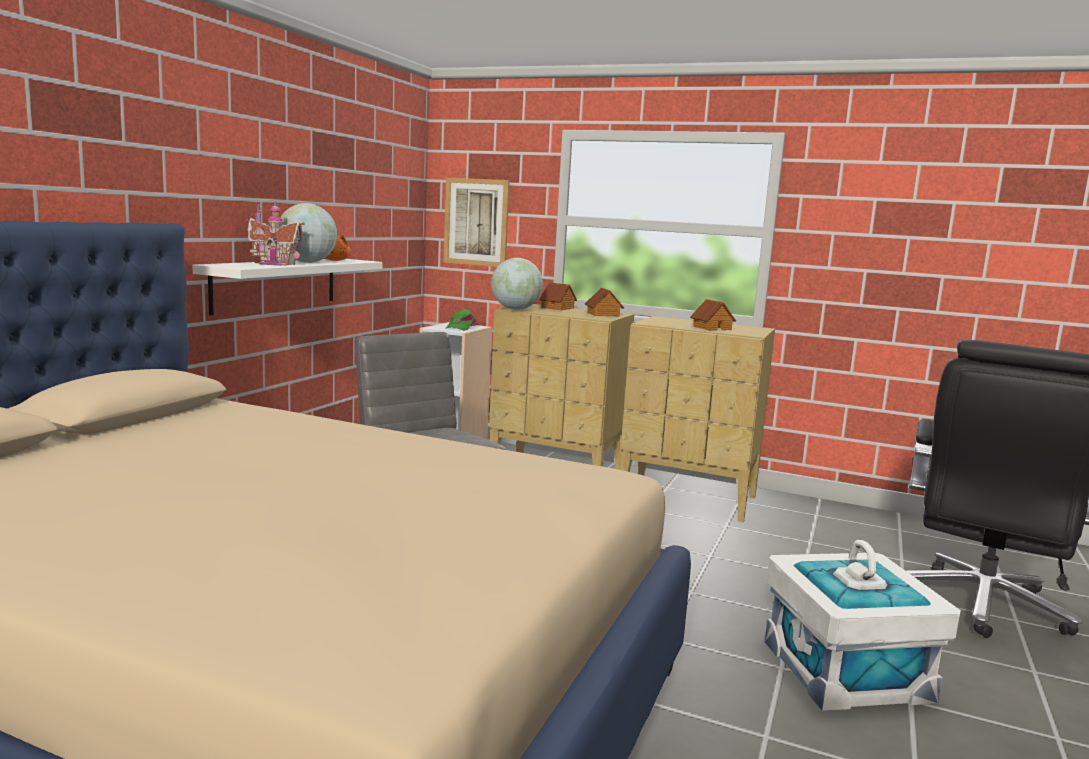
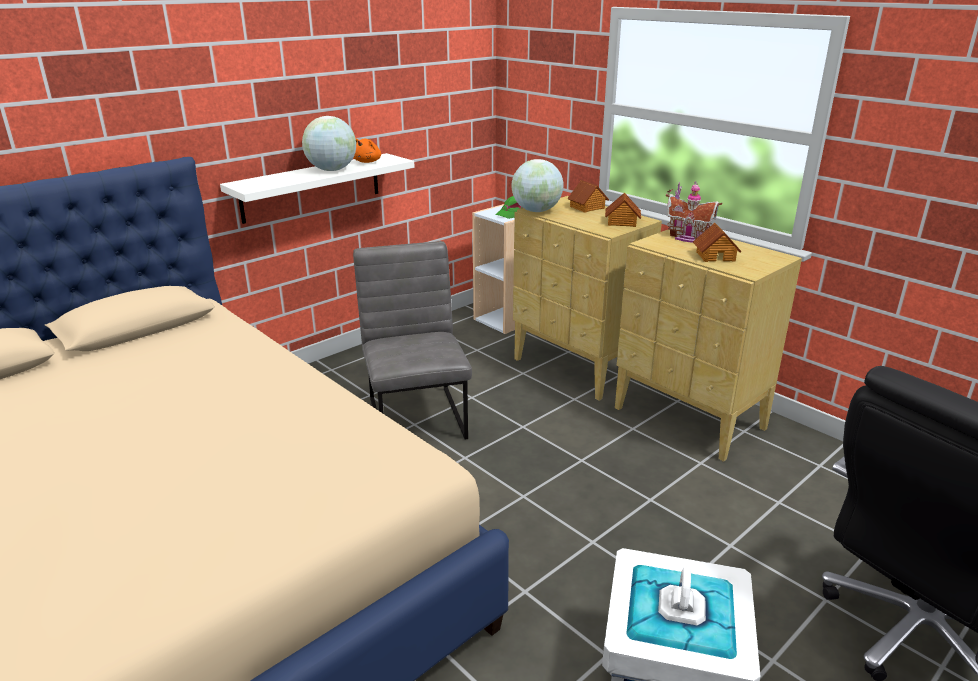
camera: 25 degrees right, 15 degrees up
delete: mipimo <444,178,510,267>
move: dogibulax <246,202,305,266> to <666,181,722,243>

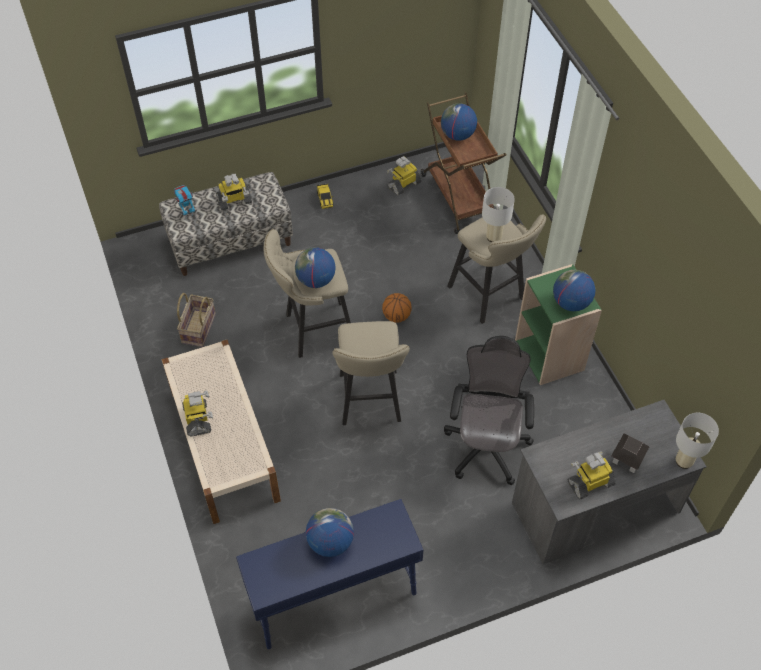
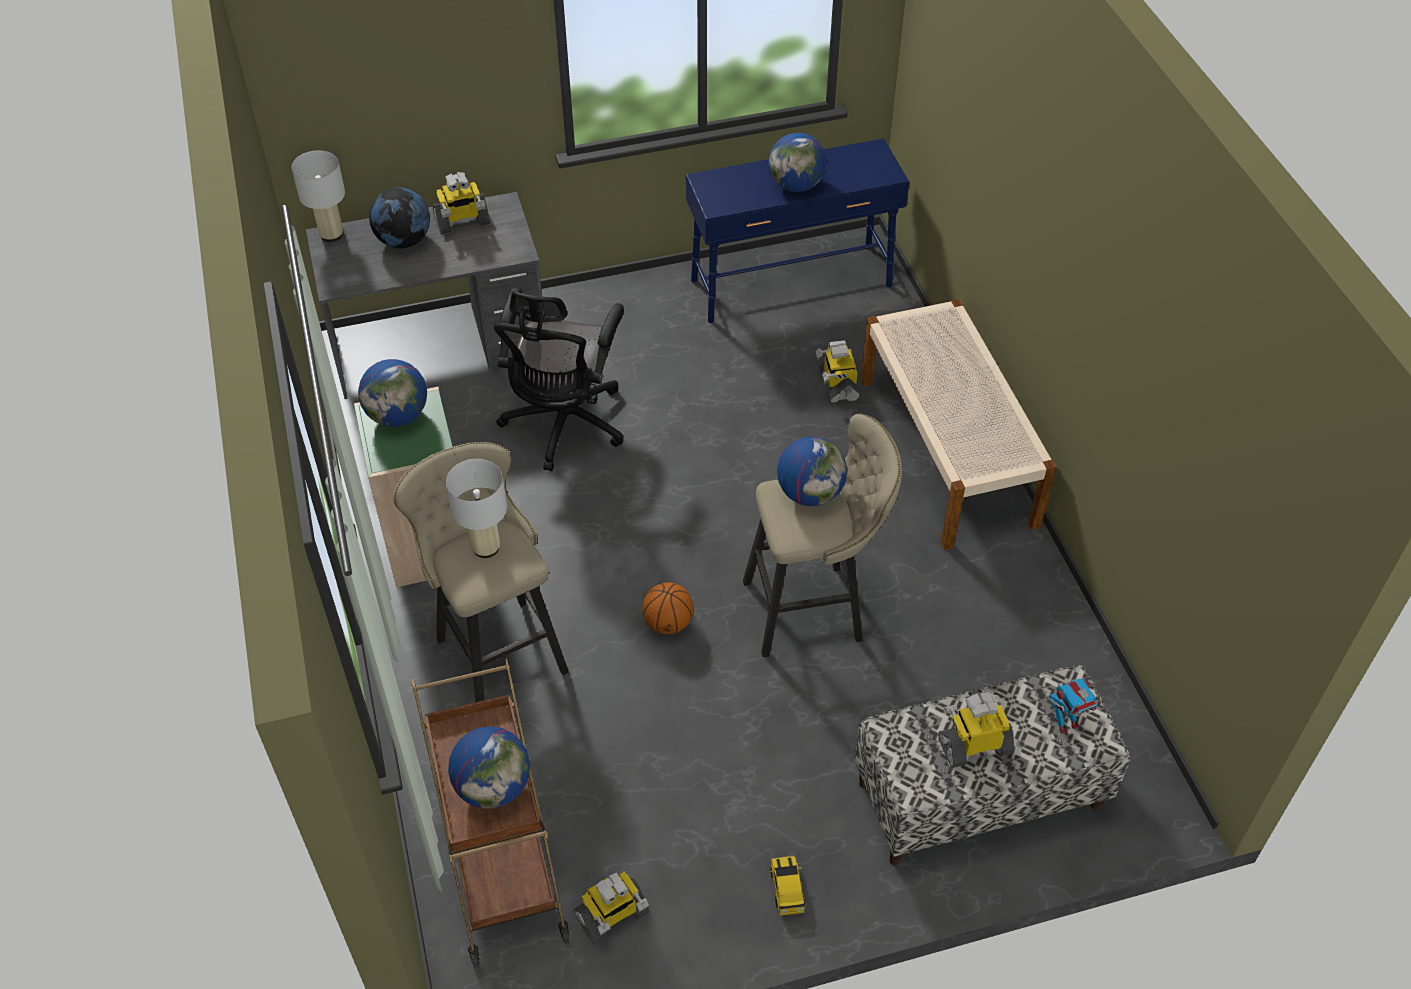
camera: 175 degrees left, 5 degrees down
delete: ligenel <177,293,216,347>; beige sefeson <333,321,410,425>
move: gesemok <182,390,213,436> to <815,340,861,404>
replace: dogibulax <611,434,649,473> to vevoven <369,187,430,248>

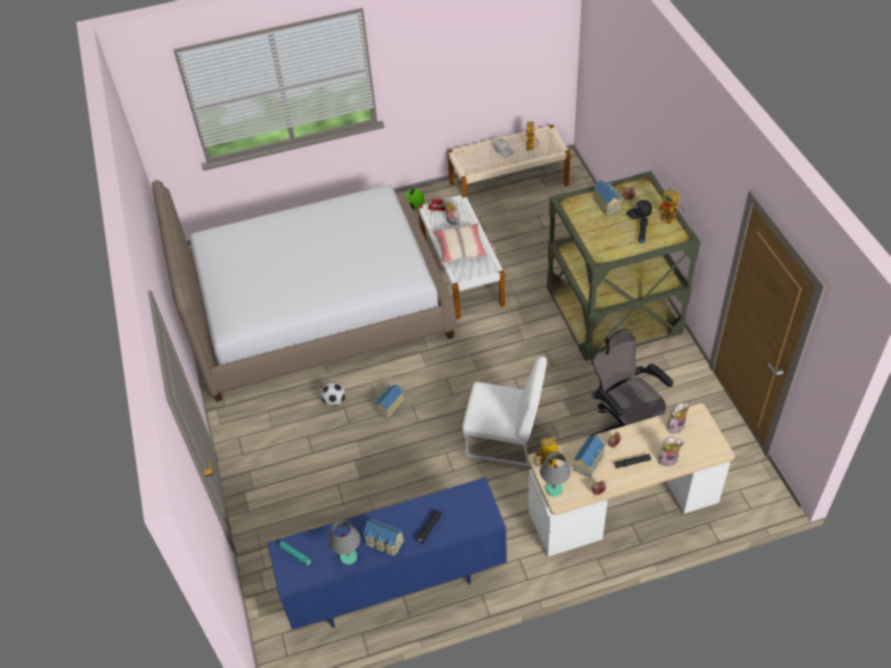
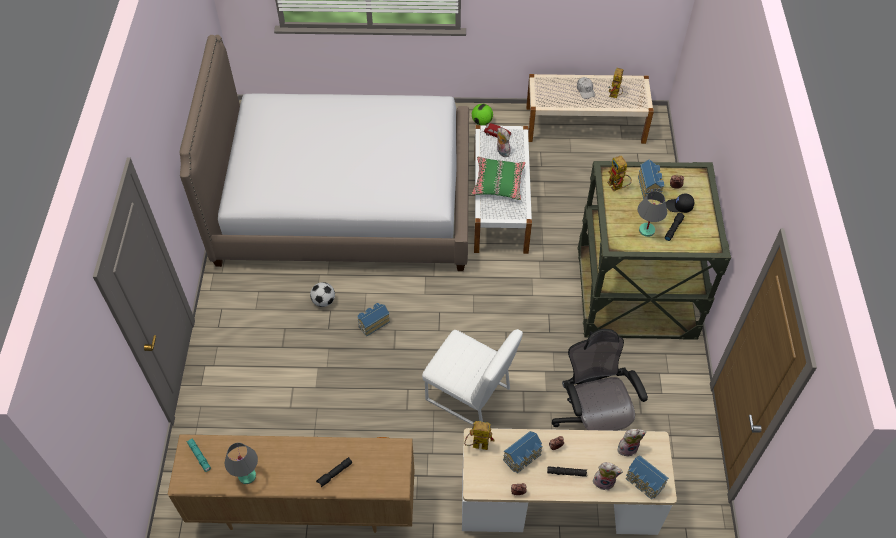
camera: 15 degrees right, 5 degrees up
move: dogibulax <364,519,404,557> to <626,455,669,499>; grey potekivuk <540,452,571,497> to <638,191,667,237>; gesemok <659,189,685,224> to <607,156,632,191>
recolor: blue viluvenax <267,477,507,630> to brown viluvenax <168,434,414,533>; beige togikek <432,223,488,264> to green togikek <471,157,526,200>

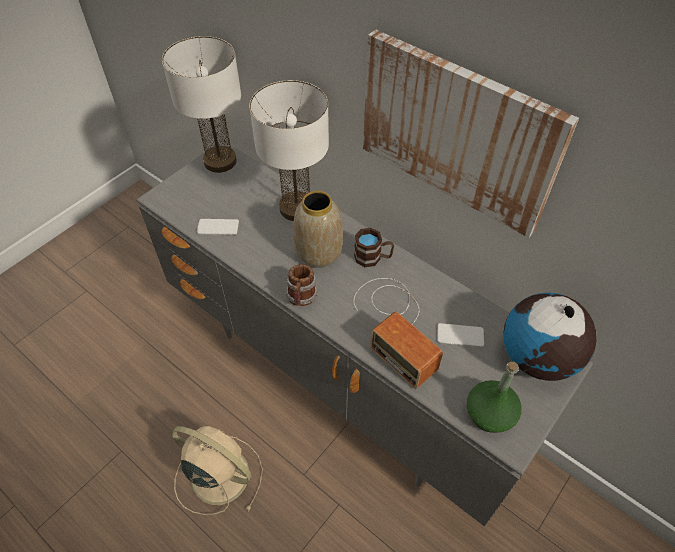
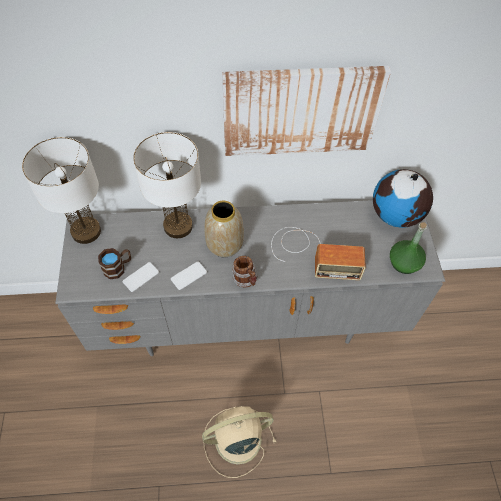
camera: 45 degrees left, 5 degrees up
move: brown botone <354,228,394,267> to <98,248,131,279>; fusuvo <437,323,484,347> to <171,262,207,290>

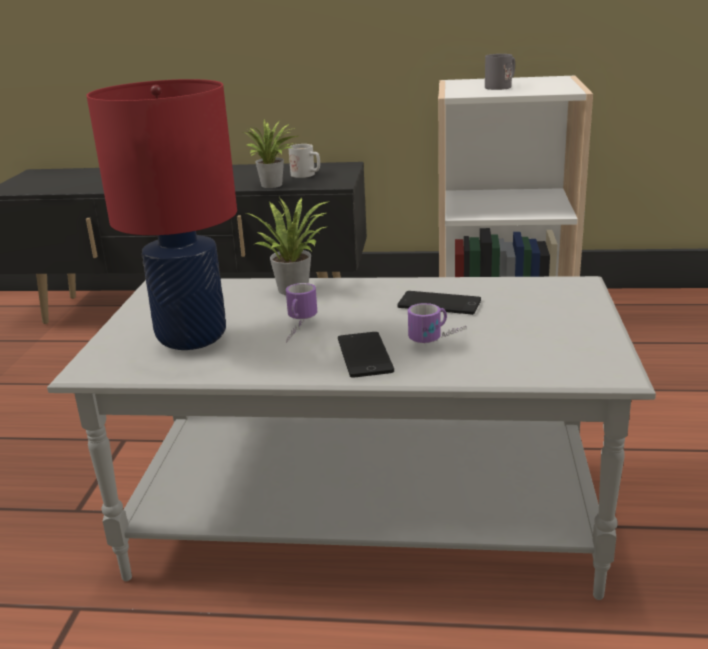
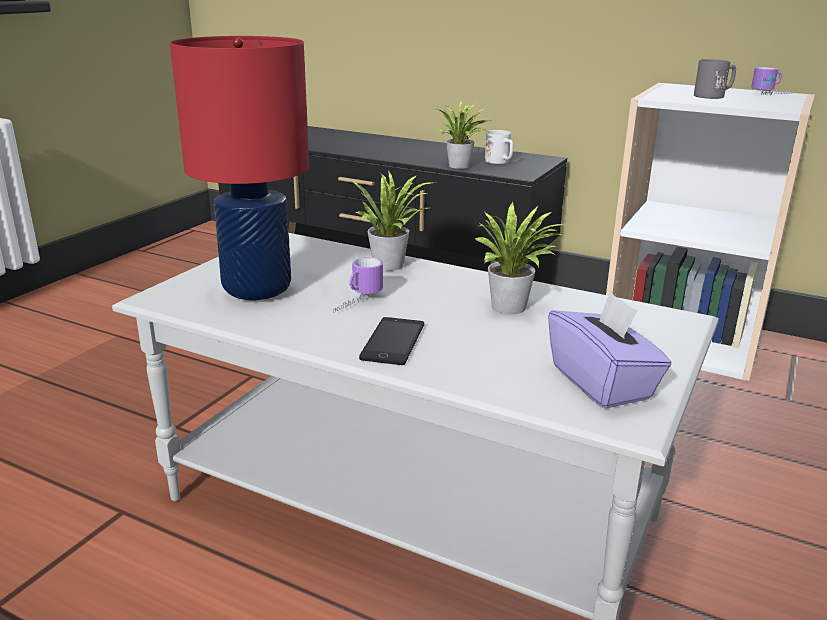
camera: 20 degrees right, 0 degrees up
insert: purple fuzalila <548,291,672,409>
move: botone <408,303,467,344> to <751,67,794,94>
replace: fusuvo <398,291,481,315> to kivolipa <475,201,567,314>

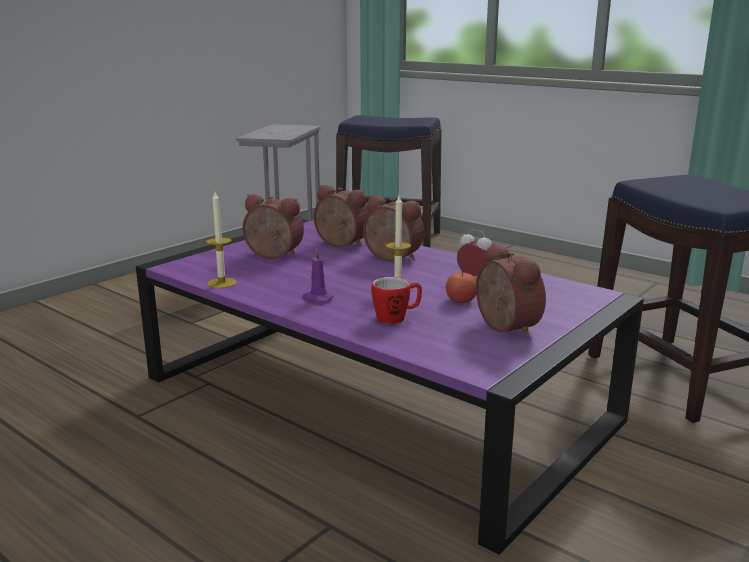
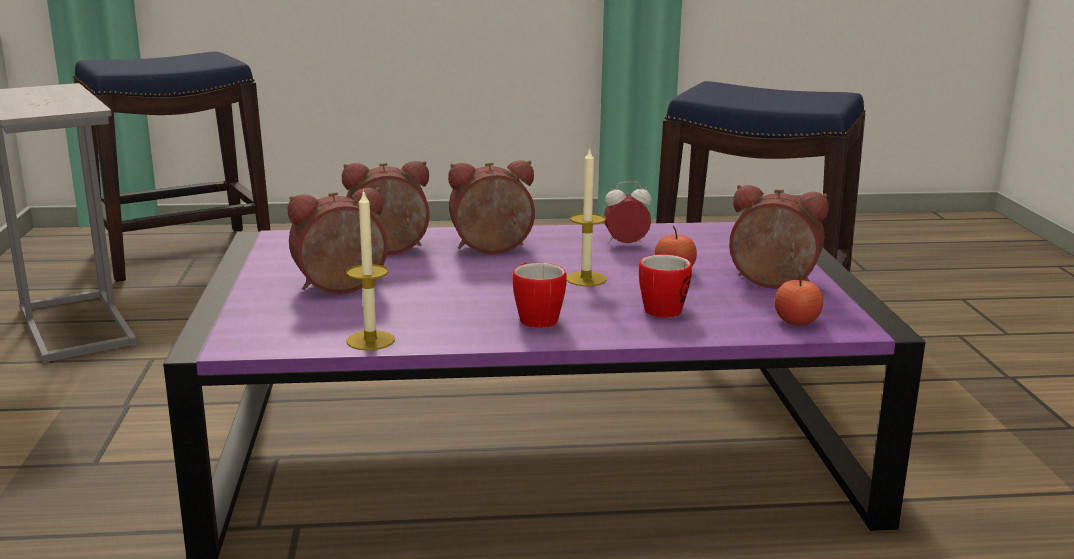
camera: 45 degrees left, 0 degrees up
insert: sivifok <774,270,823,325>
replace: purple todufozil <302,249,334,303> to botone <512,262,567,328>

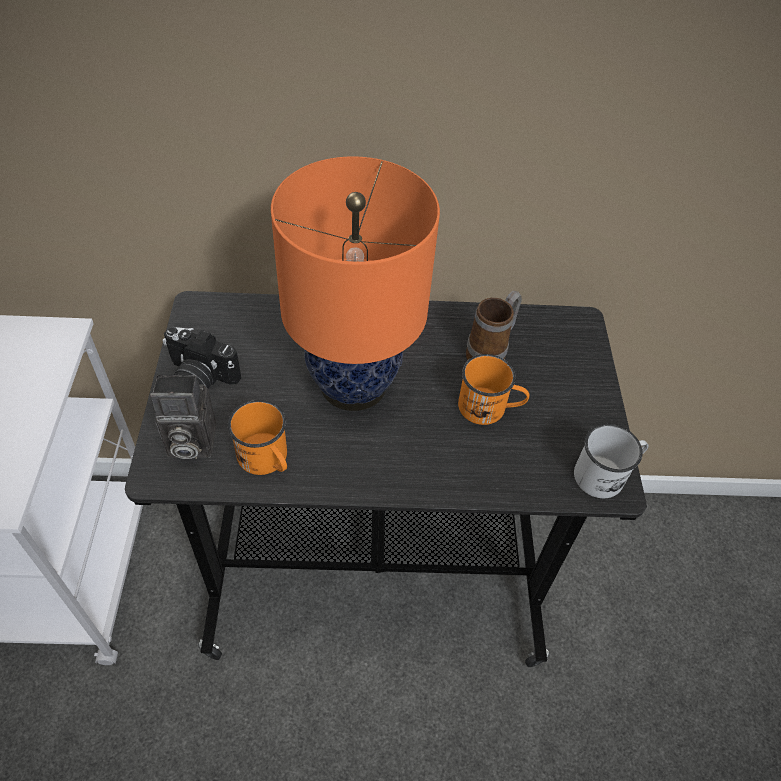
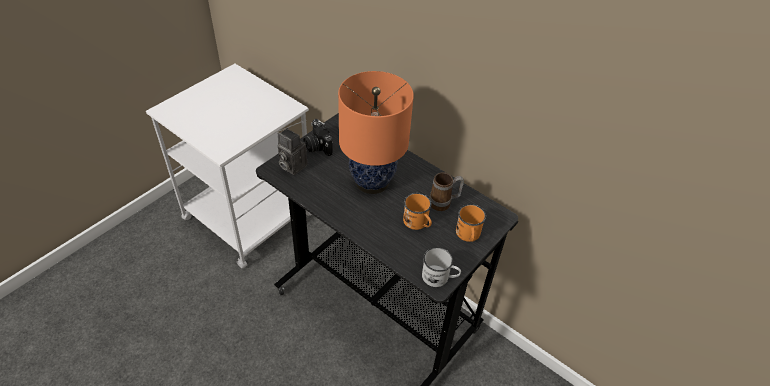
camera: 40 degrees right, 5 degrees down
move: orange botone <228,400,287,475> to <456,204,486,242>

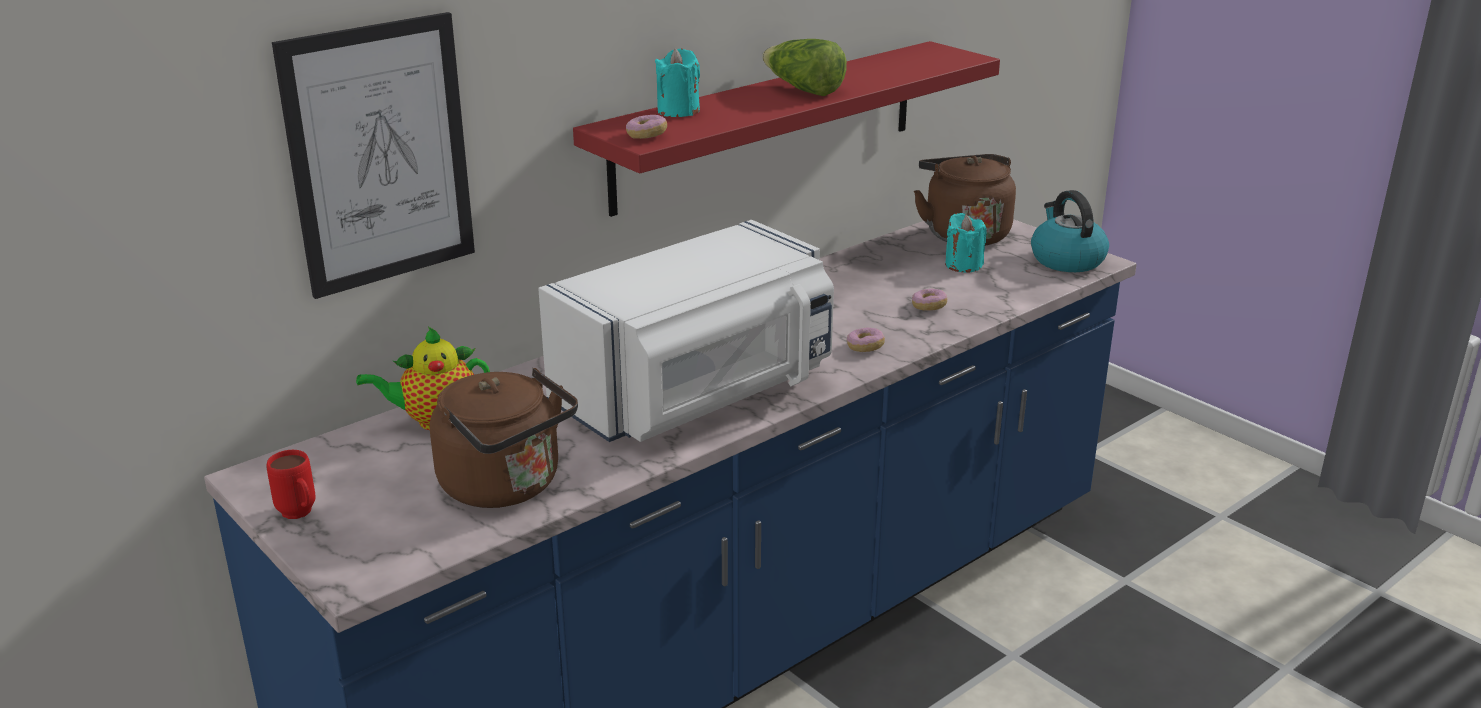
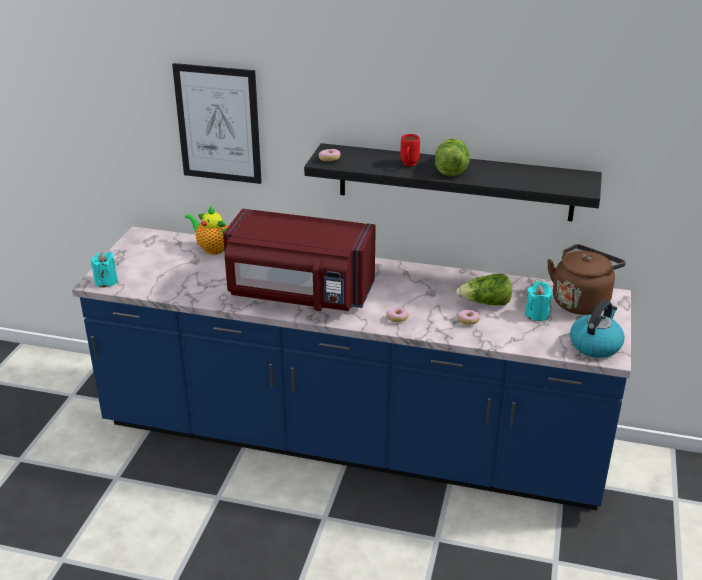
camera: 55 degrees right, 5 degrees up
delete: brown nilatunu <430,368,578,508>
insert: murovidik <456,274,512,305>
move: red botone <266,450,315,519> to <400,134,420,166>; turquoise todufozil <655,48,700,117> to <91,252,118,288>
recolor: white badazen <538,220,834,442> to red badazen <223,209,376,311>; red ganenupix <573,41,1000,217> to black ganenupix <304,143,602,221>

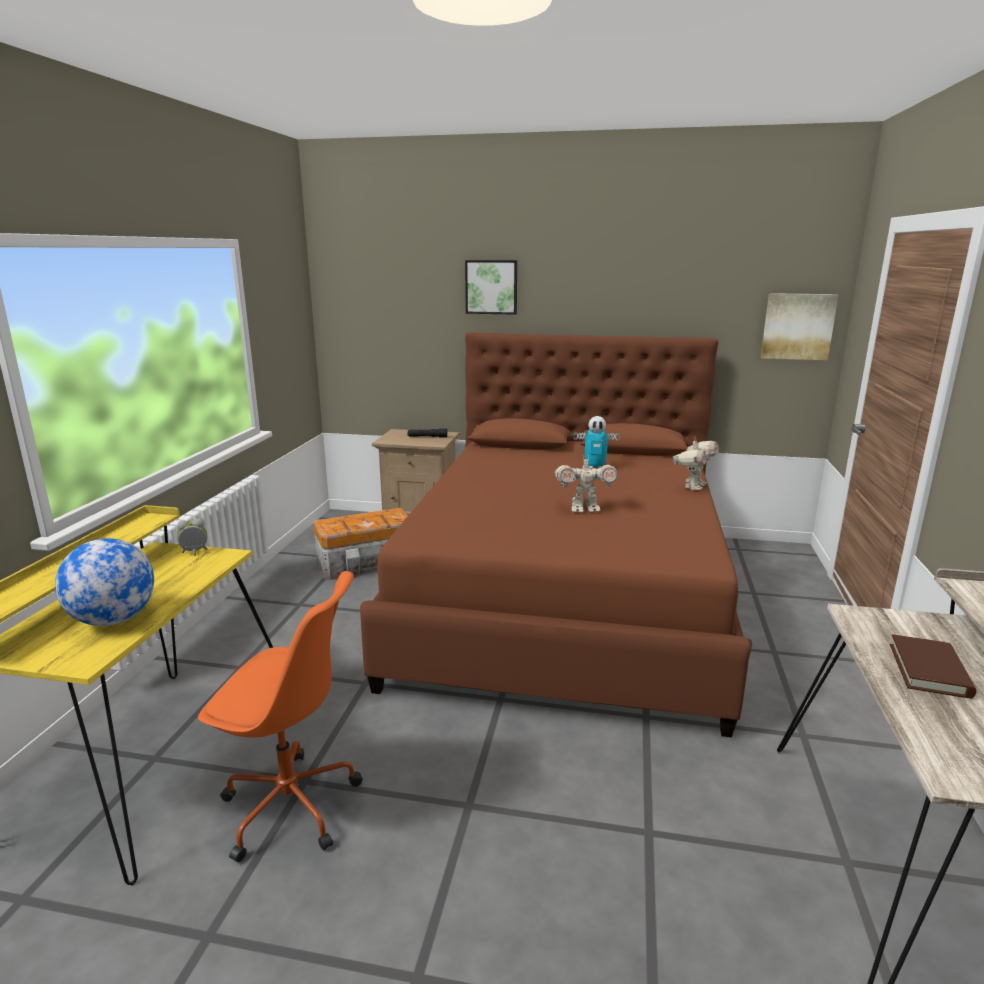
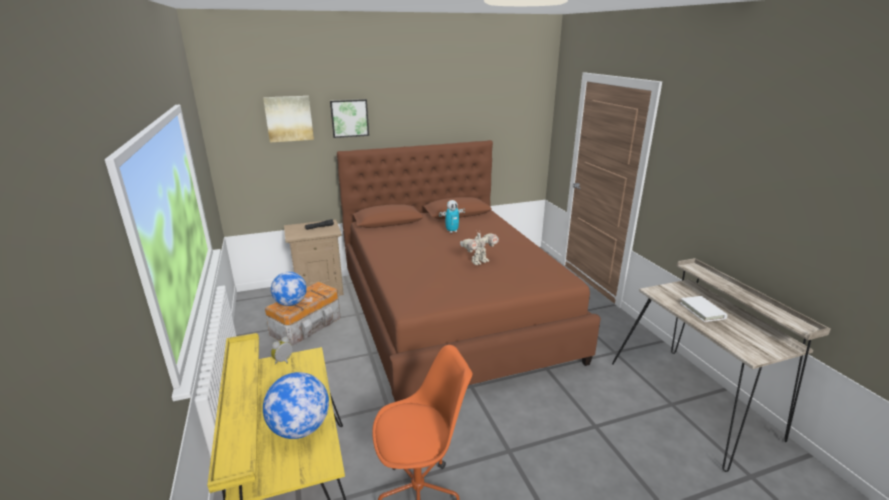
camera: 30 degrees left, 5 degrees up
delete: gesemok <672,436,719,490>
insert: vevoven <271,272,307,306>
move: mipimo <761,293,838,360> to <263,96,314,143>
recolor: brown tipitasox <890,634,976,699> to white tipitasox <680,296,728,322>

